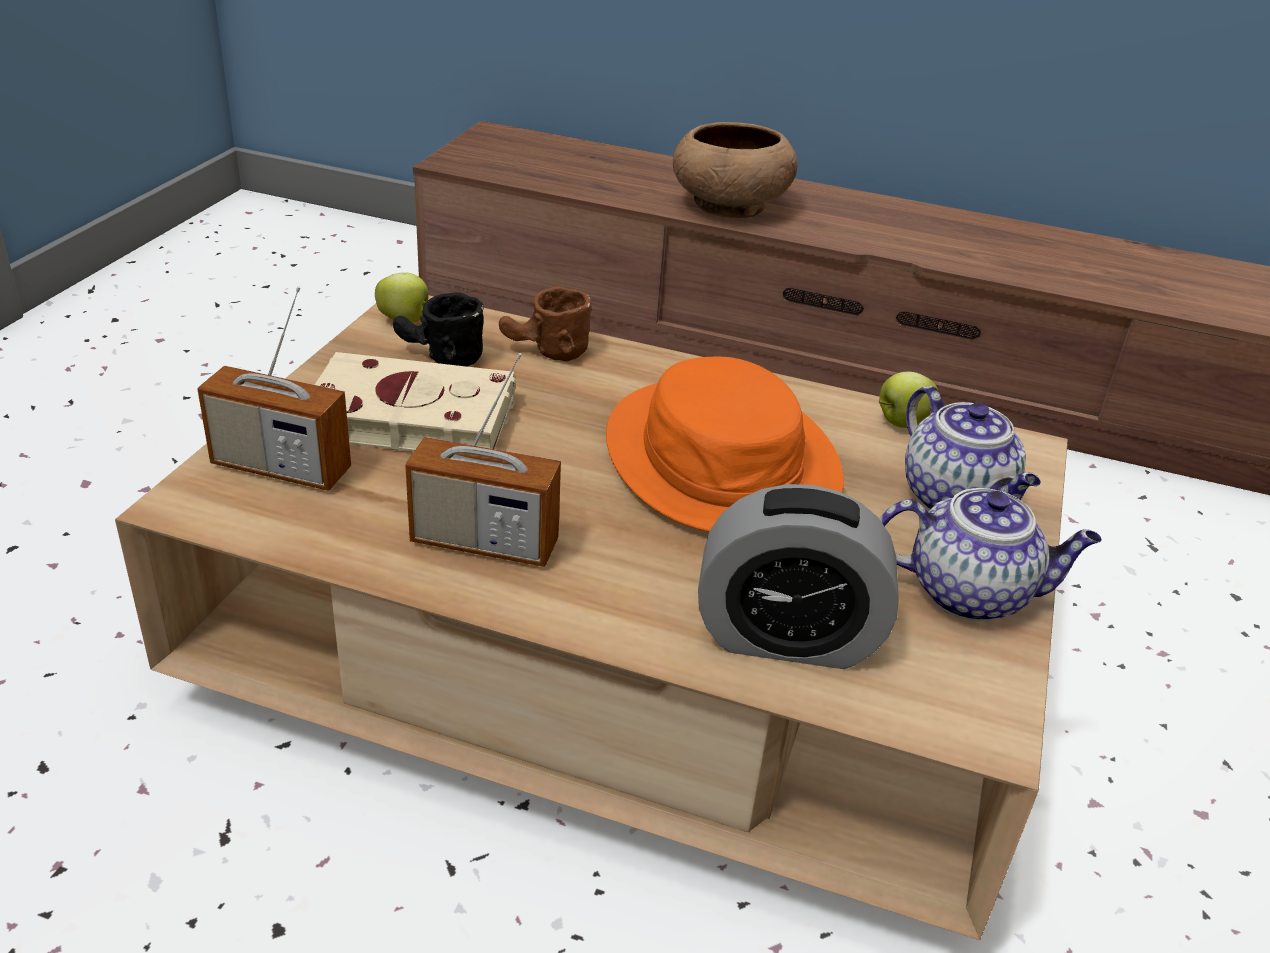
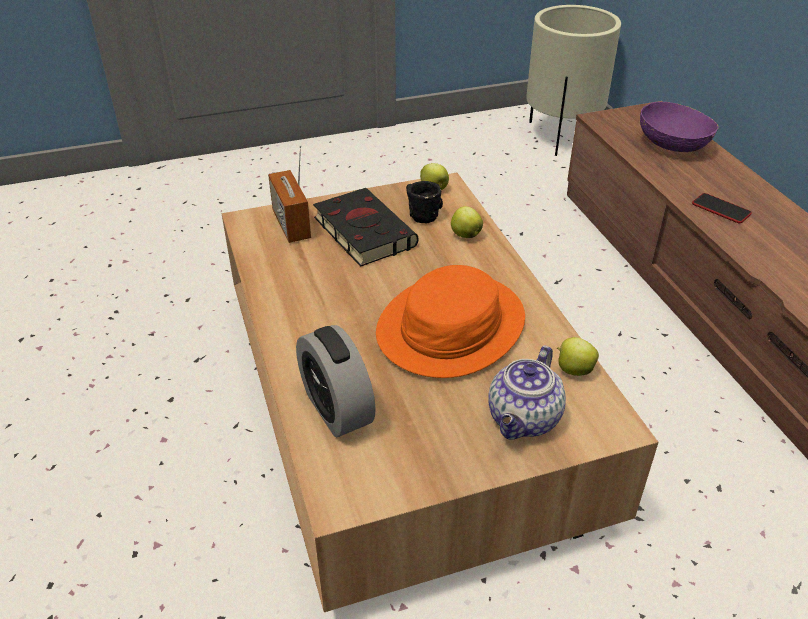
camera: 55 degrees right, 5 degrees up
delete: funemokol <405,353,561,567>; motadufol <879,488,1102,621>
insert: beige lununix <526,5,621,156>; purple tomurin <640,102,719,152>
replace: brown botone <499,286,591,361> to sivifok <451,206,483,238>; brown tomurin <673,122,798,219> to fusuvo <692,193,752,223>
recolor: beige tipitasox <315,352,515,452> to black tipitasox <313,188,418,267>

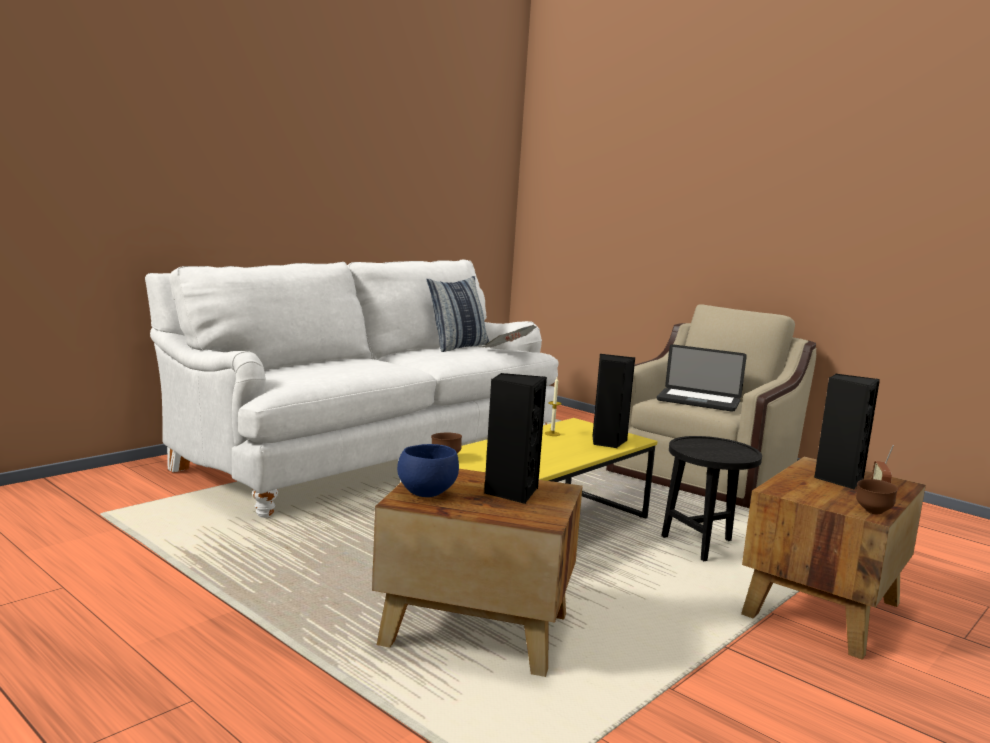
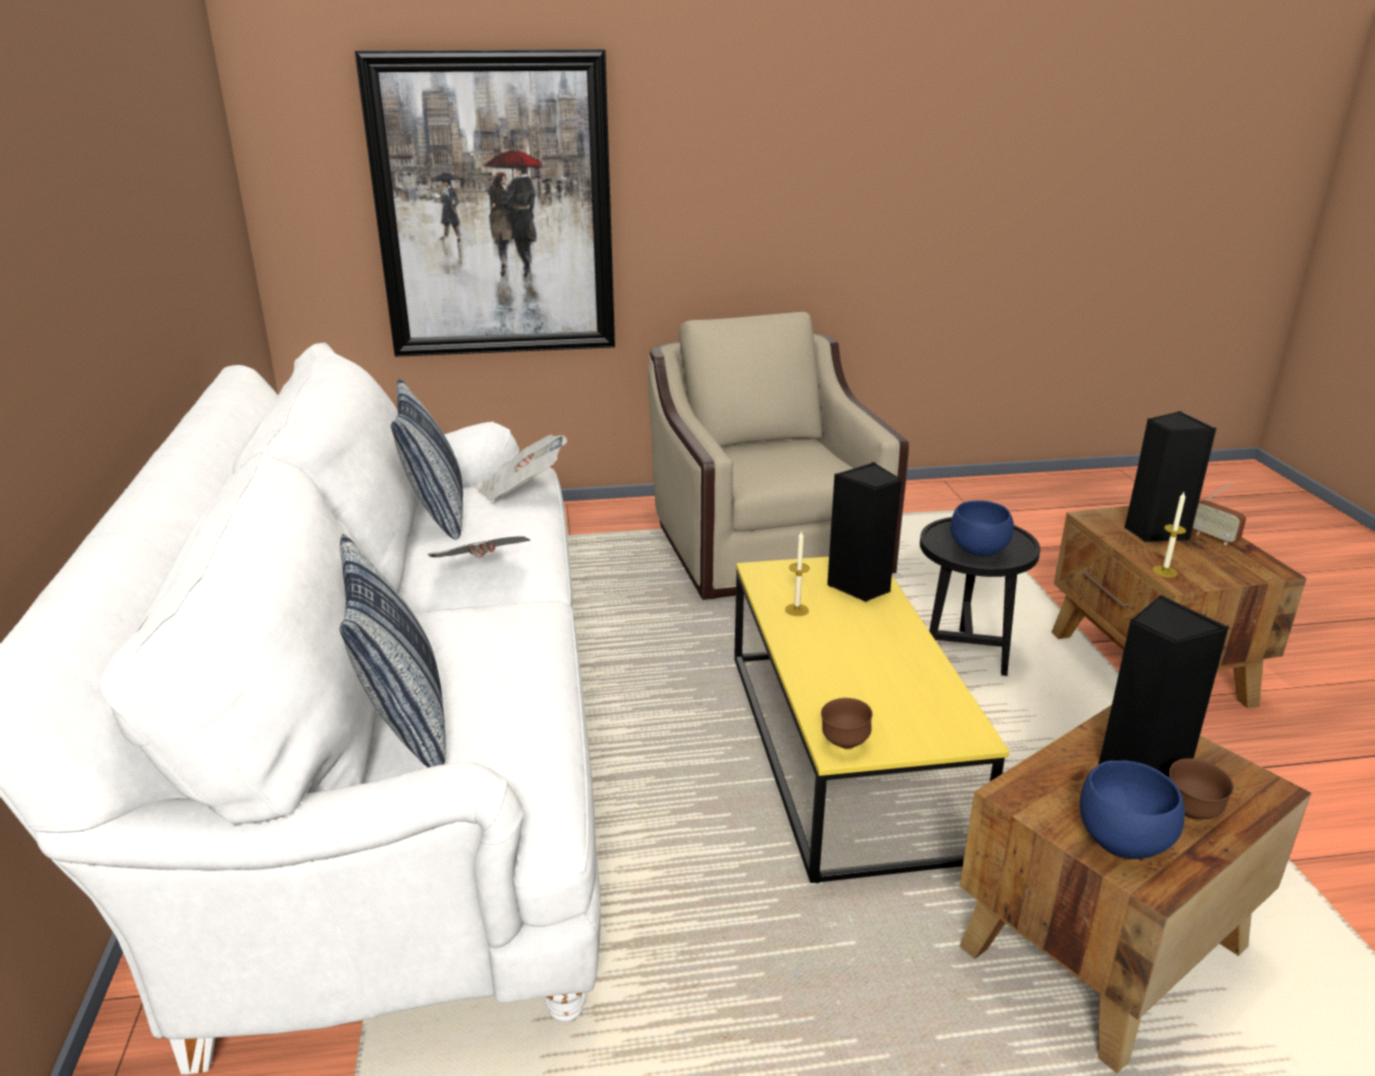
camera: 50 degrees left, 15 degrees up
delete: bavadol <657,344,747,412>
insert: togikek <340,534,446,768>; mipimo <355,49,615,357>; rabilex <428,536,530,558>; blue tomurin <950,500,1014,556>; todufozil <1152,492,1186,578>
move: brown tomurin <856,479,898,514> to <1169,758,1234,819>

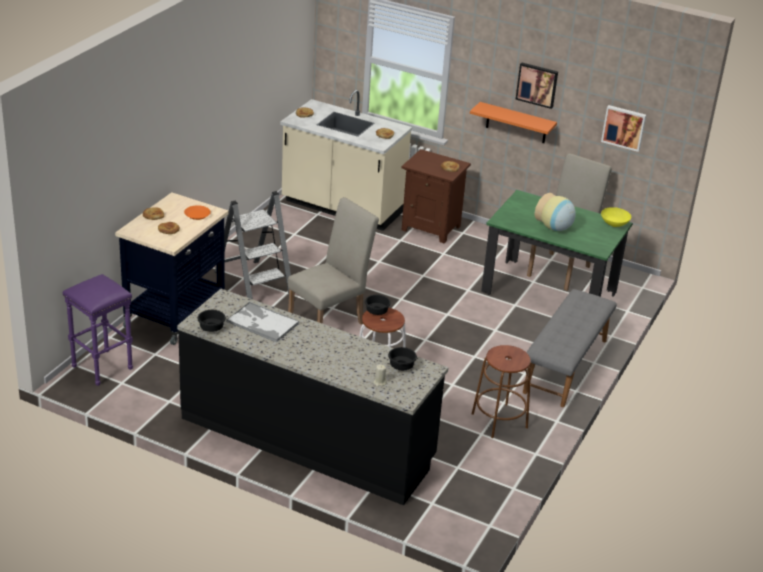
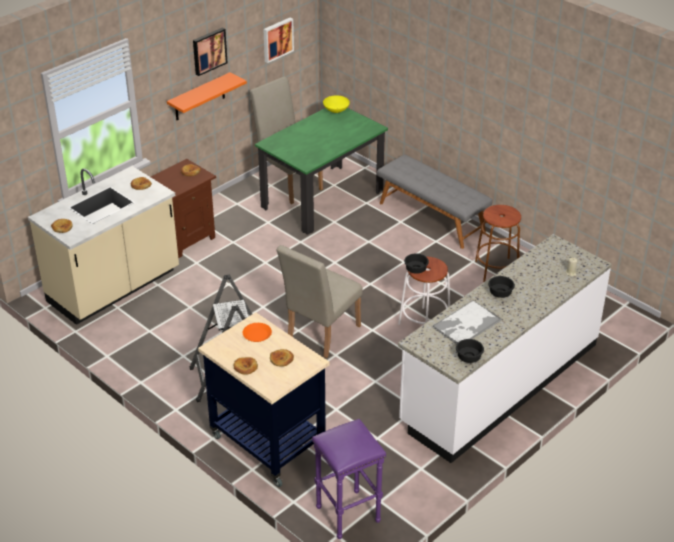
camera: 70 degrees left, 5 degrees up
delete: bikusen <534,193,576,231>
move: black tomurin <388,347,417,370> to <488,276,515,298>
recolor: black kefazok <177,289,448,505> to white kefazok <398,234,612,463>
rotate: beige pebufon <288,198,379,325> = <277,245,362,358> 120 degrees counterclockwise

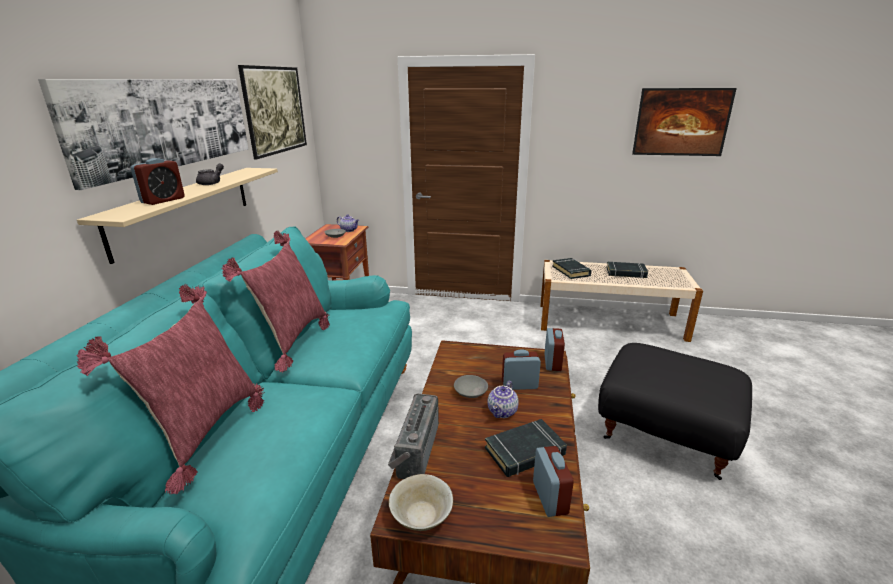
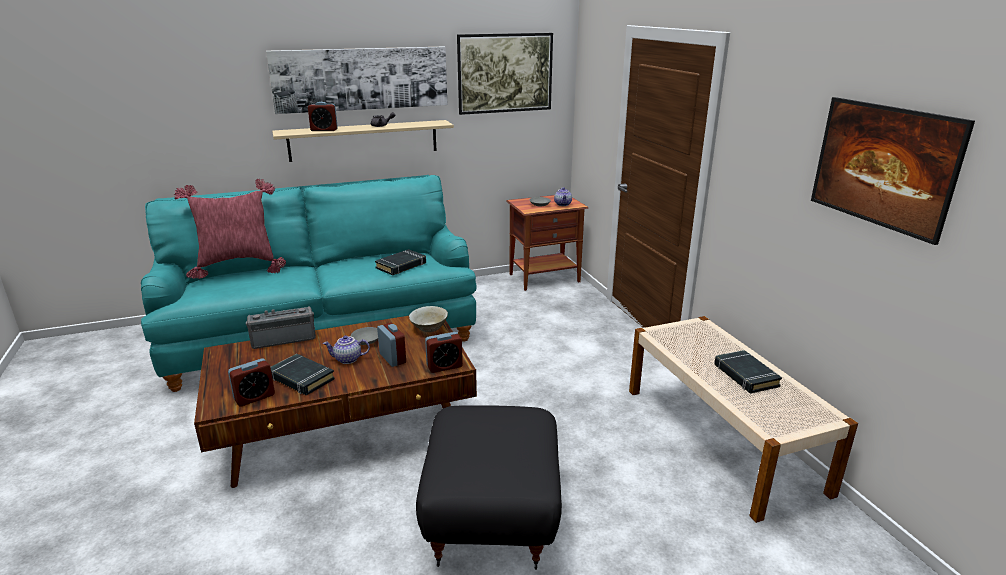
camera: 60 degrees right, 0 degrees up
delete: red togikek <222,230,330,373>
move: beige tomurin <389,474,453,531> to <409,306,448,332>; black tipitasox <552,258,592,279> to <375,249,426,275>

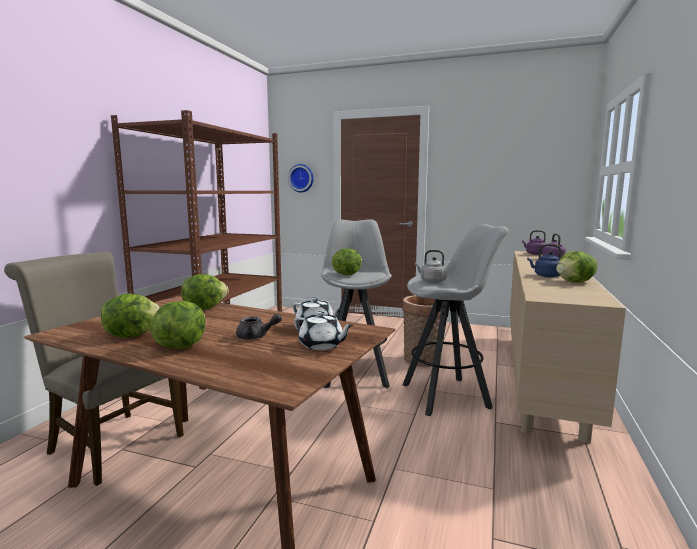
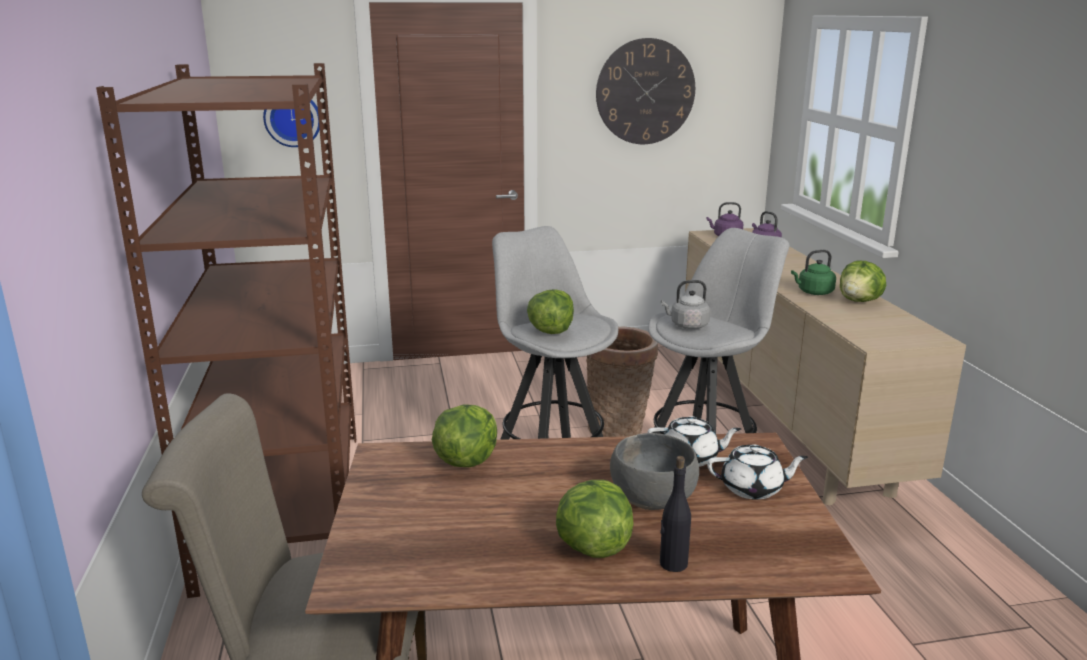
camera: 30 degrees left, 10 degrees up
delete: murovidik <101,293,160,338>
insert: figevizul <596,38,695,144>; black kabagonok <660,456,691,572>
replace: grey motadufol <236,313,282,340> to grey tomurin <610,433,699,510>
recolor: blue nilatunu <527,244,561,277> to green nilatunu <791,250,836,295>

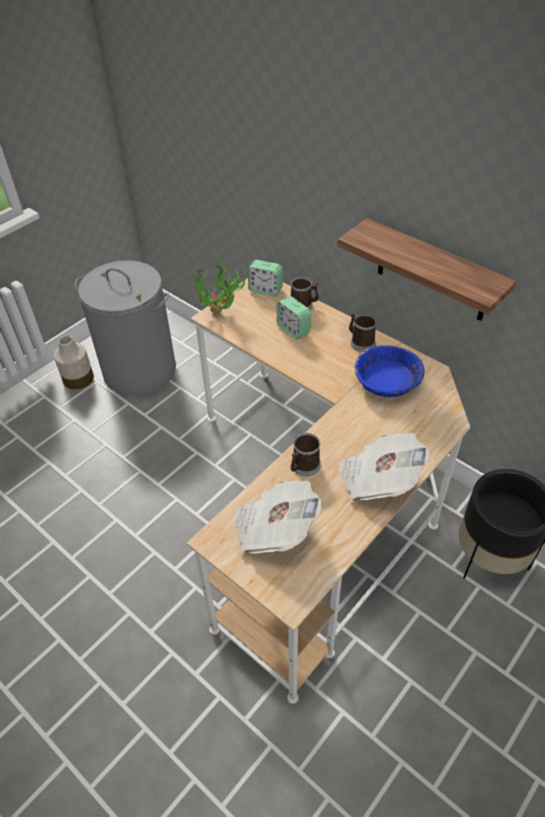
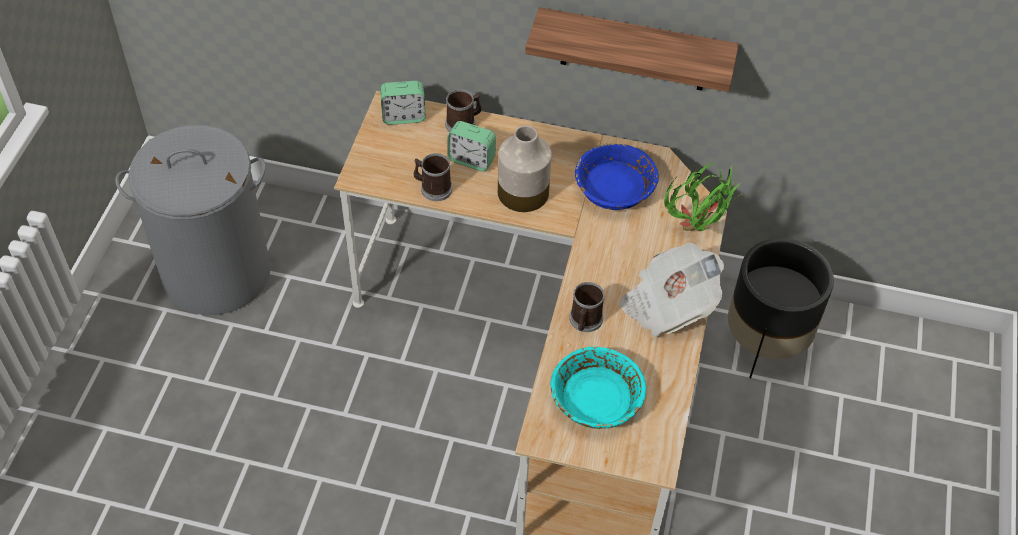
camera: 30 degrees left, 5 degrees up
move: beige bikusen <54,336,94,389> to <498,126,552,212>; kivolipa <193,258,246,313> to <664,163,742,231>; botone <349,314,377,352> to <414,153,452,201>
replace: rabilex <234,481,322,554> to turquoise tomurin <550,347,646,429>

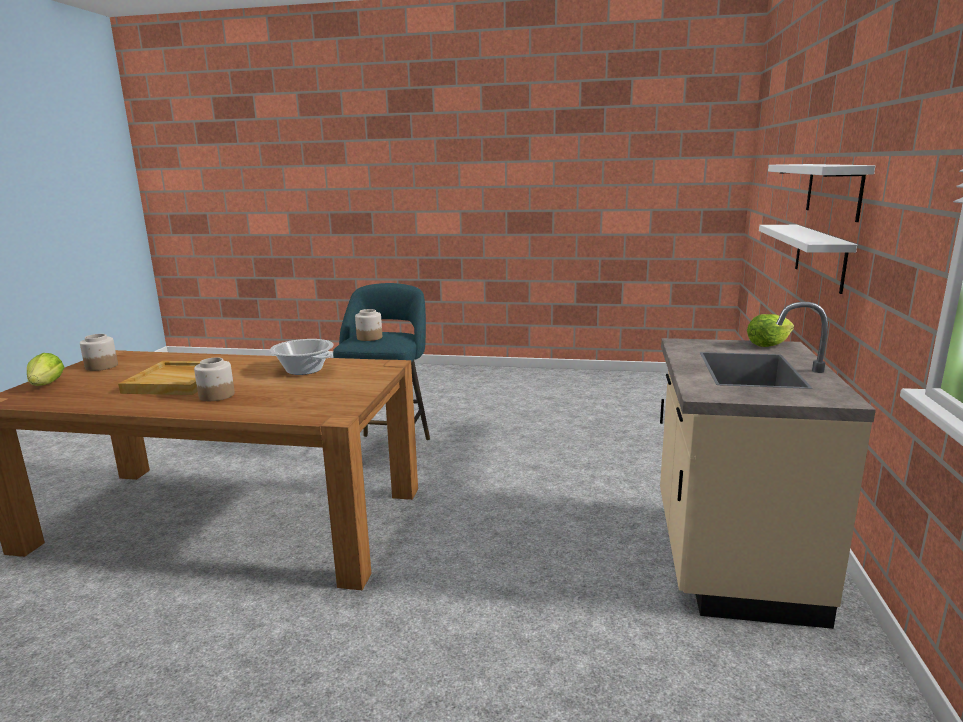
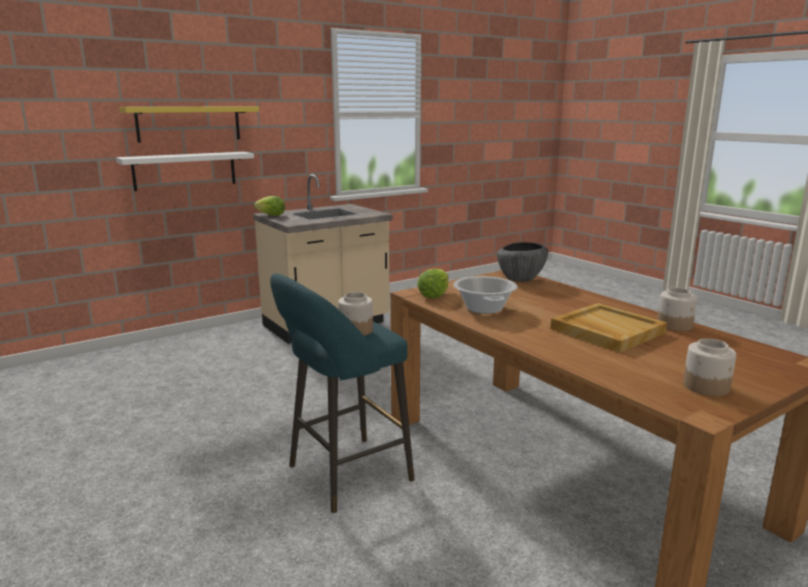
camera: 135 degrees left, 0 degrees up
insert: tomurin <497,242,548,282>
move: murovidik <27,353,64,386> to <417,269,449,299>; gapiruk <194,357,235,401> to <657,287,697,331>
recolor: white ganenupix <768,164,875,222> to yellow ganenupix <119,106,259,143>

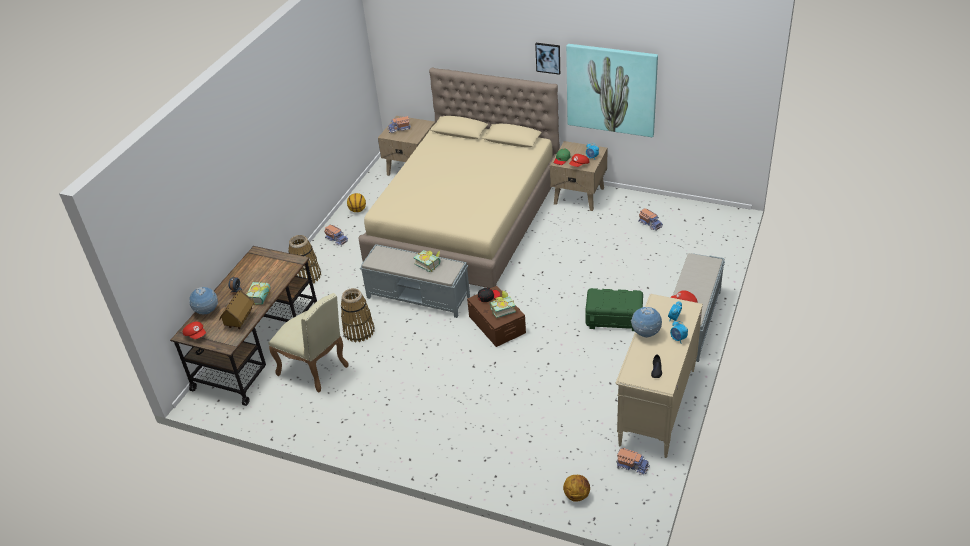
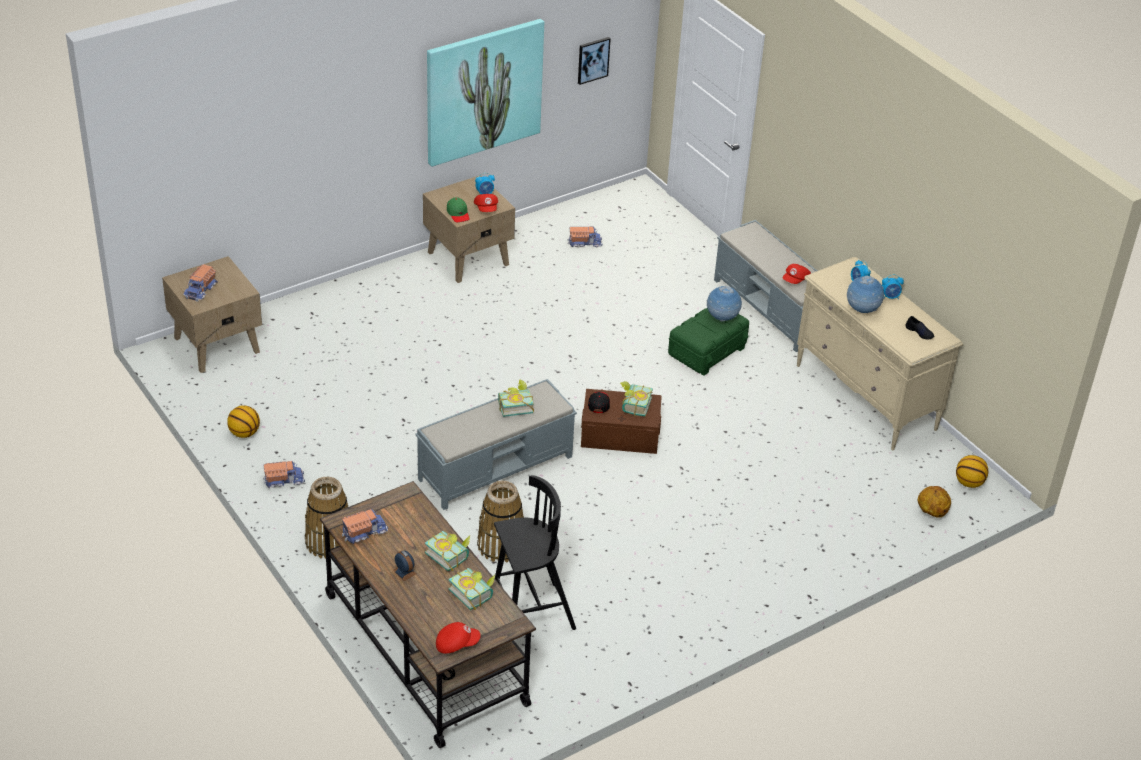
camera: 60 degrees left, 0 degrees up
delete: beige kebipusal <359,68,560,288>
insert: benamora <956,455,988,488>
move: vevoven <189,287,218,314> to <706,286,742,321>; mipimo <535,43,560,75> to <578,37,611,85>; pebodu <616,448,650,475> to <342,509,389,544>
replace: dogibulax <219,289,254,329> to tipitasox <449,568,495,610>; beige pebufon <268,293,349,392> to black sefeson <494,475,576,630>

